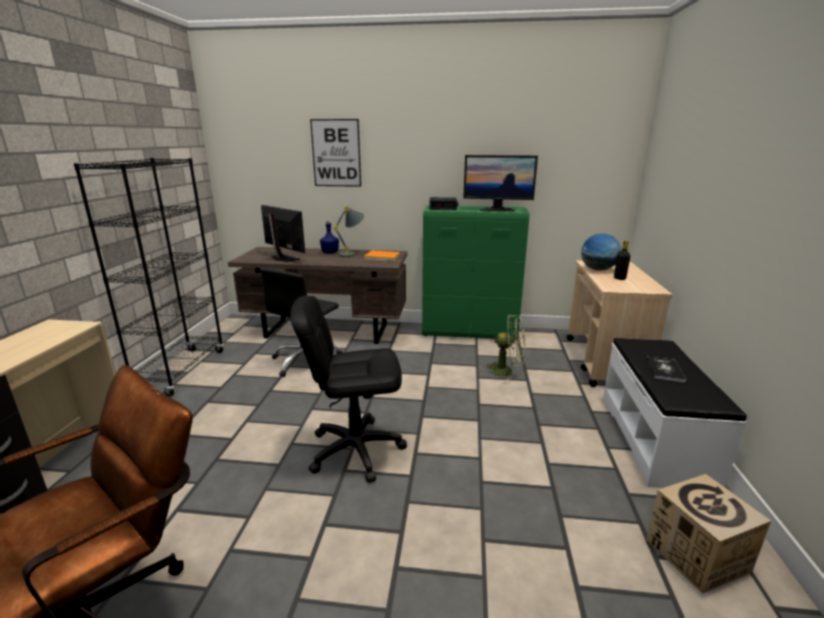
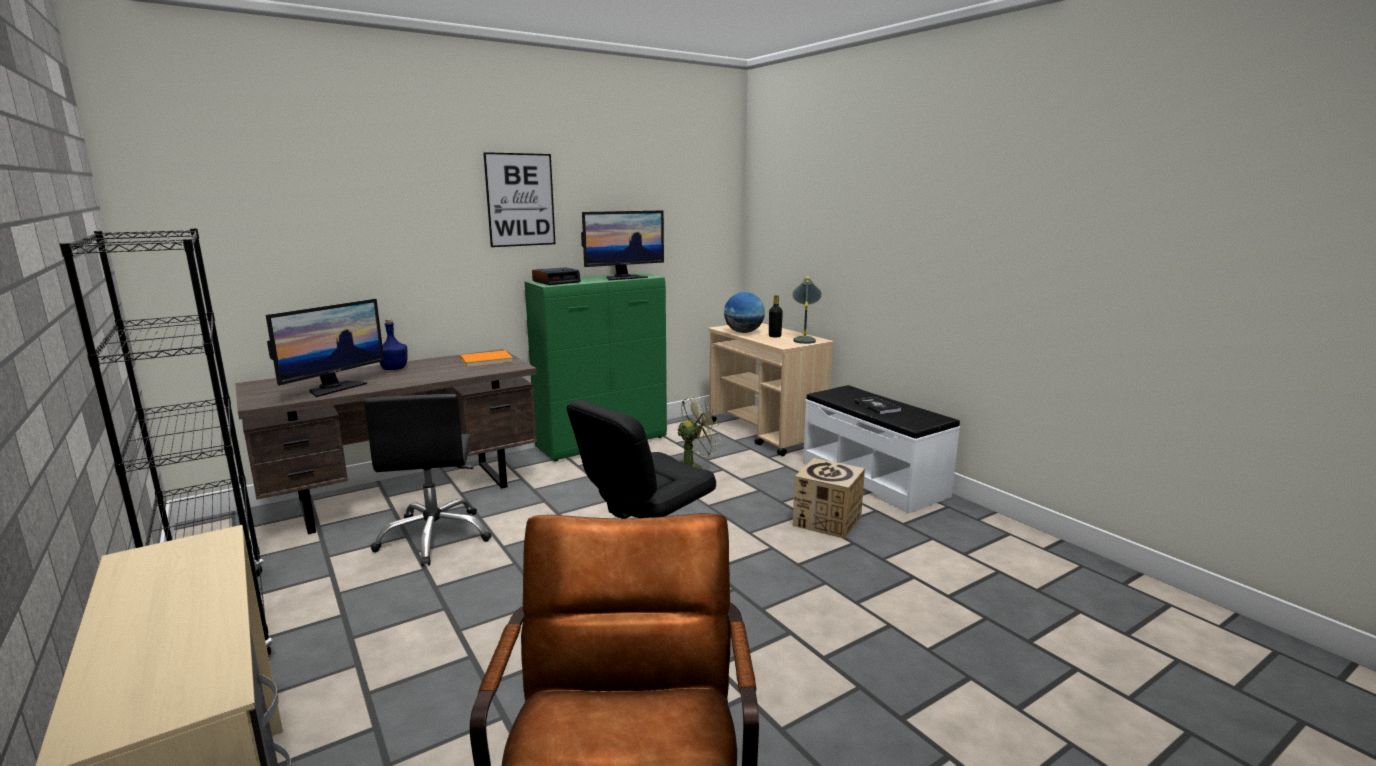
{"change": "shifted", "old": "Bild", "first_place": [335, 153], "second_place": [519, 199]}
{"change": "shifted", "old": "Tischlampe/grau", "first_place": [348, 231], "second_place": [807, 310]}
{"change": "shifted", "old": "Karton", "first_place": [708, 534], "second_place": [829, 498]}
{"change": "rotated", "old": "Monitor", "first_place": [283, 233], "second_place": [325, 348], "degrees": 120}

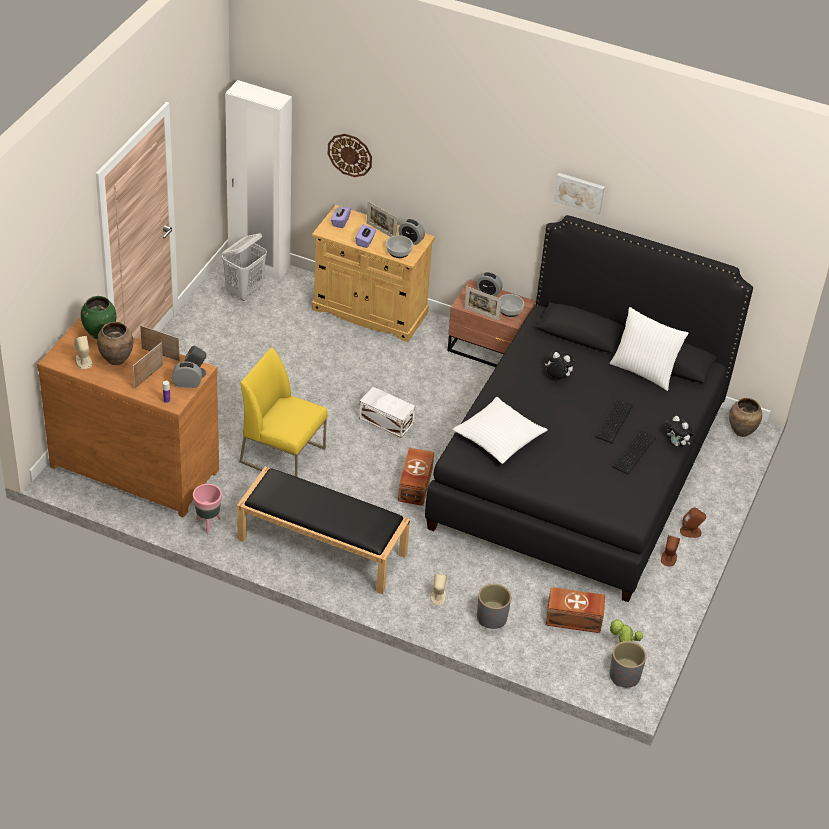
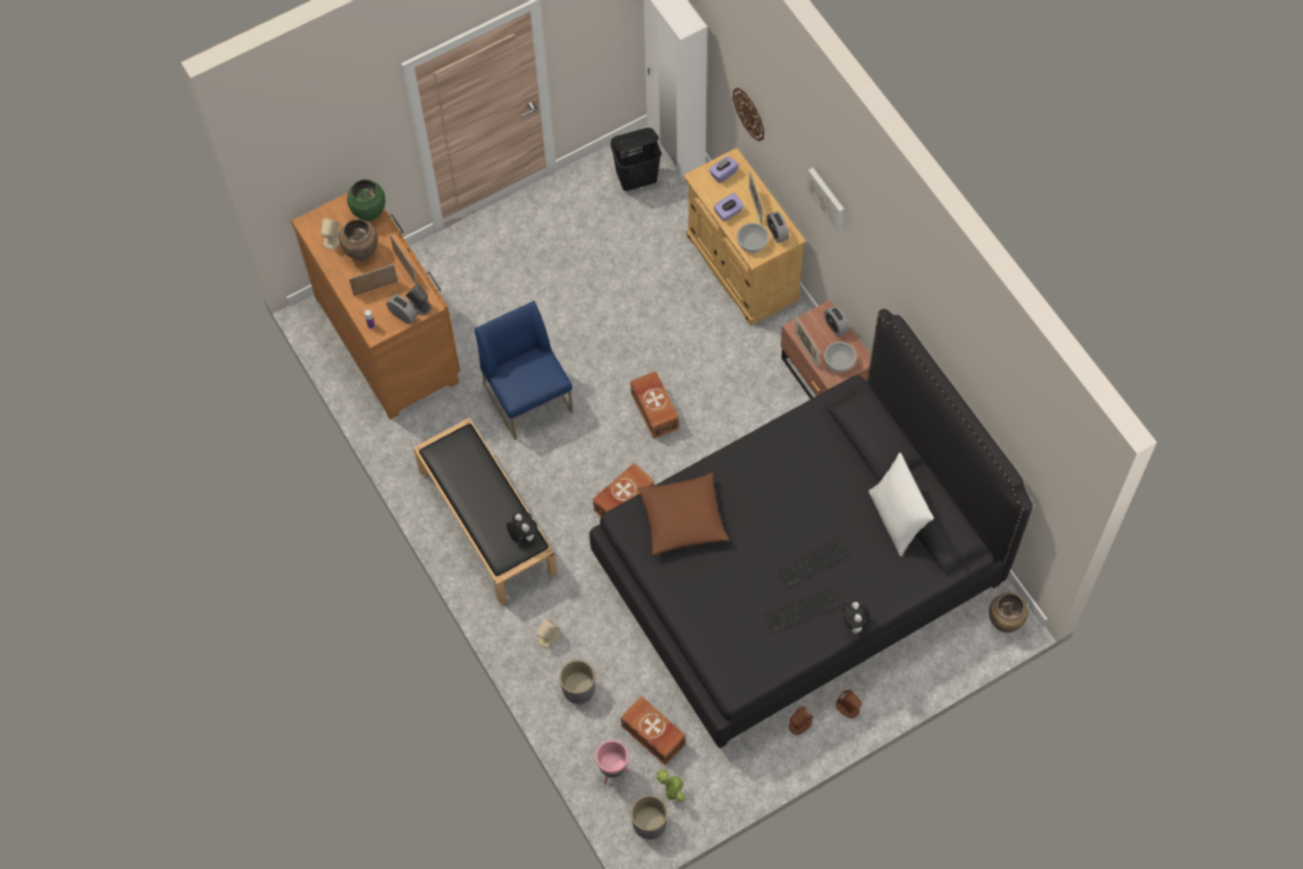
{"change": "shifted", "old": "Pflanzkübel/rosa", "first_place": [207, 509], "second_place": [612, 762]}
{"change": "shifted", "old": "Plüschtier", "first_place": [559, 365], "second_place": [522, 526]}
{"change": "shifted", "old": "Bild", "first_place": [579, 194], "second_place": [825, 199]}
{"change": "repainted", "old": "Wäschekorb/weiß", "new": "Wäschekorb/schwarz", "first_place": [244, 267], "second_place": [635, 159]}
{"change": "repainted", "old": "Stuhl/gelb", "new": "Stuhl/blau", "first_place": [284, 412], "second_place": [524, 370]}
{"change": "repainted", "old": "Aufbewahrungsbox/weiß", "new": "Aufbewahrungsbox/braun", "first_place": [387, 412], "second_place": [654, 405]}
{"change": "repainted", "old": "Kissen/weiß", "new": "Kissen/braun", "first_place": [500, 430], "second_place": [683, 514]}

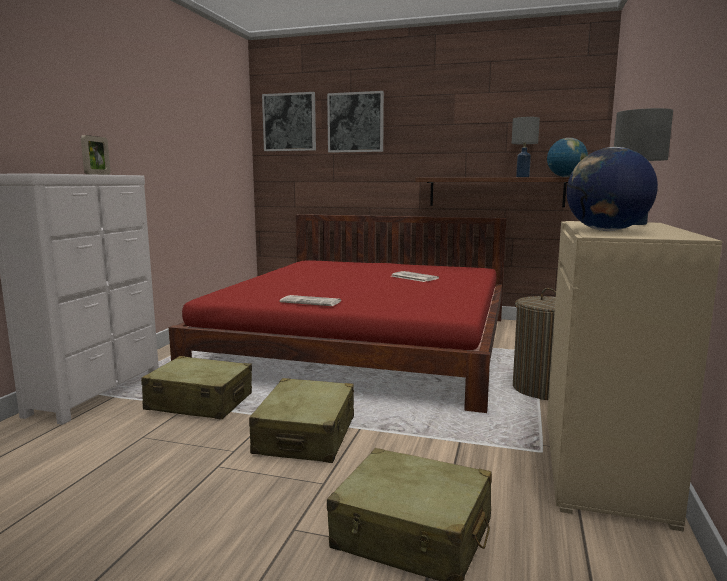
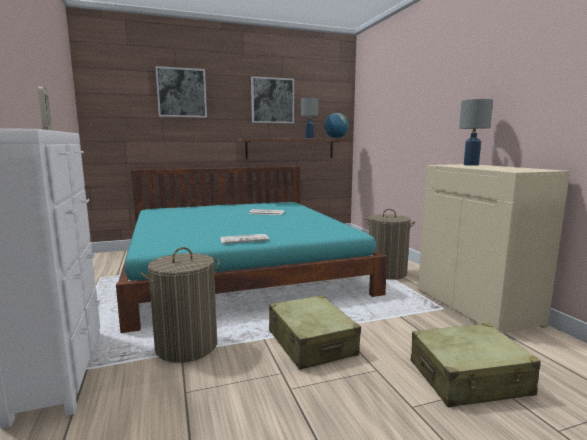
{"change": "gone", "old": "Globus", "first_place": [612, 189]}
{"change": "shifted", "old": "Bild", "first_place": [289, 121], "second_place": [272, 99]}
{"change": "swapped", "old": "Koffer/beige", "new": "Wäschekorb", "first_place": [196, 387], "second_place": [180, 305]}
{"change": "repainted", "old": "Bett/rot", "new": "Bett/türkis", "first_place": [338, 313], "second_place": [251, 249]}

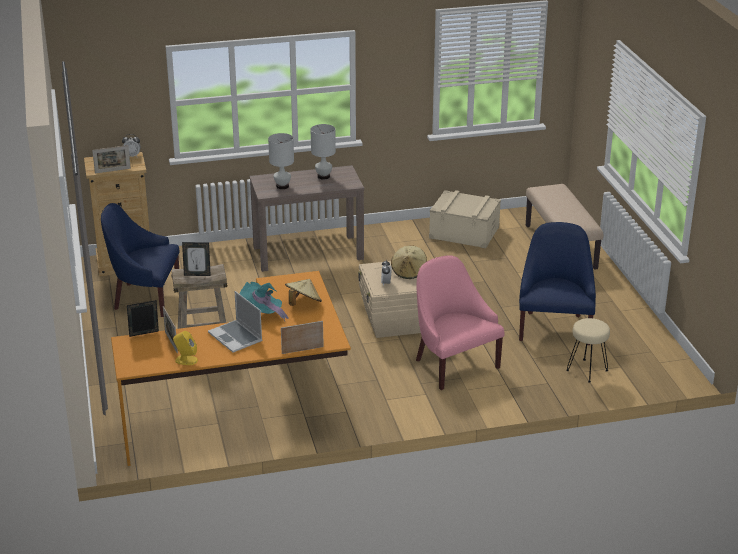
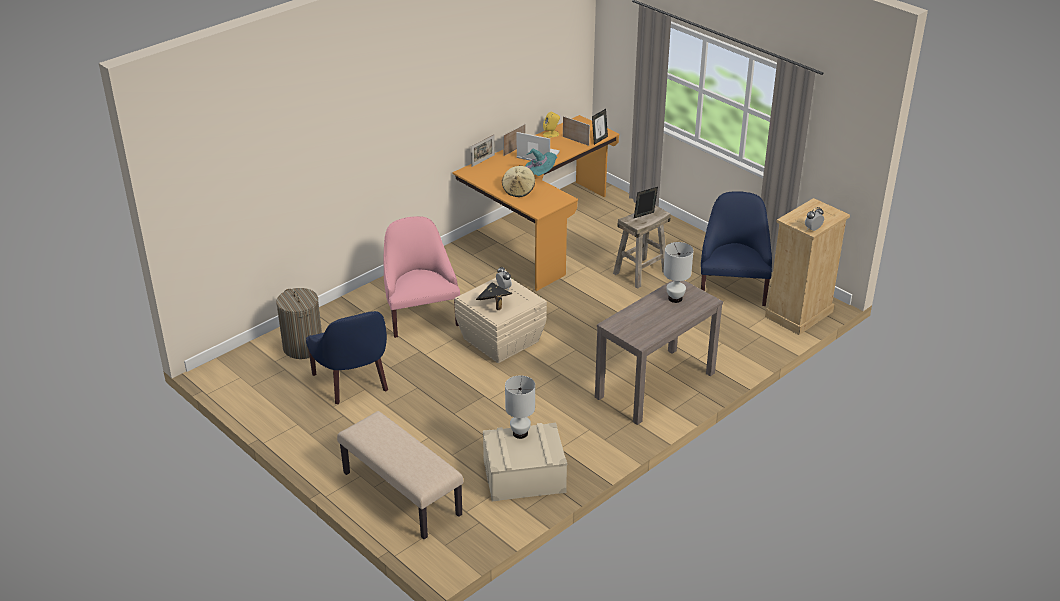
{"change": "shifted", "old": "Bilderrahmen", "first_place": [111, 159], "second_place": [514, 140]}
{"change": "shifted", "old": "Tischlampe/weiß", "first_place": [323, 152], "second_place": [520, 407]}
{"change": "swapped", "old": "Hocker/beige", "new": "Wäschekorb", "first_place": [588, 350], "second_place": [299, 323]}
{"change": "repainted", "old": "Hut/beige", "new": "Hut/schwarz", "first_place": [409, 262], "second_place": [494, 296]}
{"change": "rotated", "old": "Sessel/blau", "first_place": [140, 260], "second_place": [736, 248], "degrees": -60}
{"change": "rotated", "old": "Sessel/rosa", "first_place": [460, 322], "second_place": [422, 277], "degrees": -135}

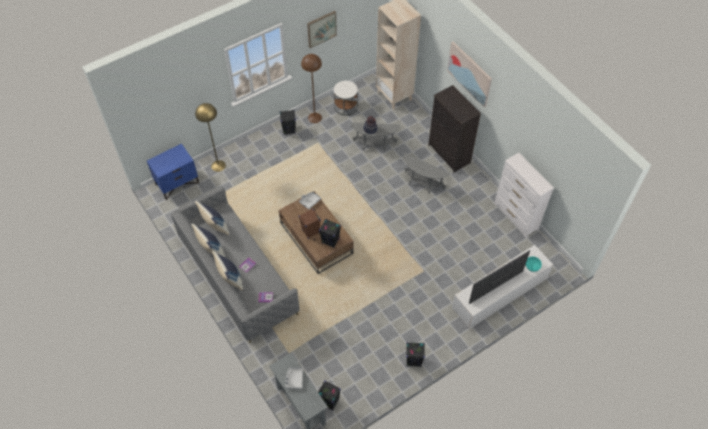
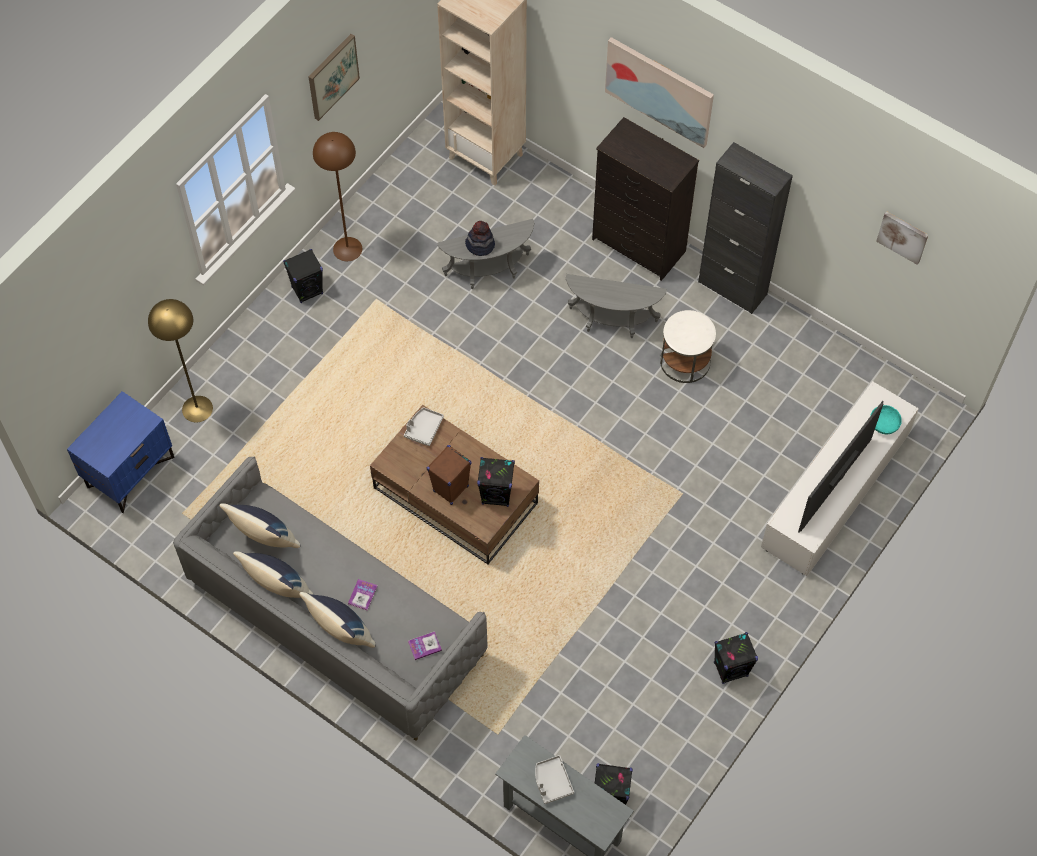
{"change": "gone", "old": "Kommode/weiß", "first_place": [524, 195]}
{"change": "new", "new": "Schrank/schwarz", "second_place": [745, 228]}
{"change": "new", "new": "Bild", "second_place": [902, 238]}
{"change": "shifted", "old": "Beistelltisch/weiß", "first_place": [346, 98], "second_place": [688, 346]}

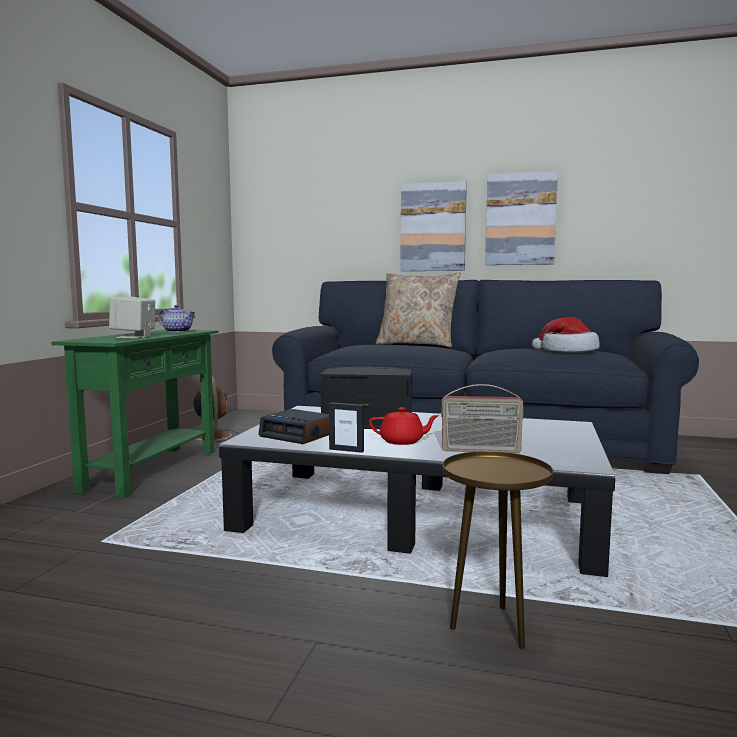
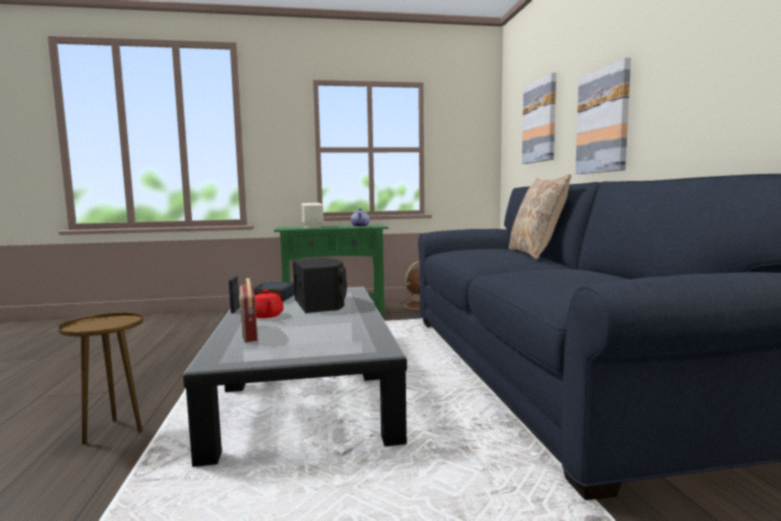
{"change": "gone", "old": "Hut", "first_place": [566, 334]}
{"change": "shifted", "old": "Bild", "first_place": [521, 218], "second_place": [539, 118]}

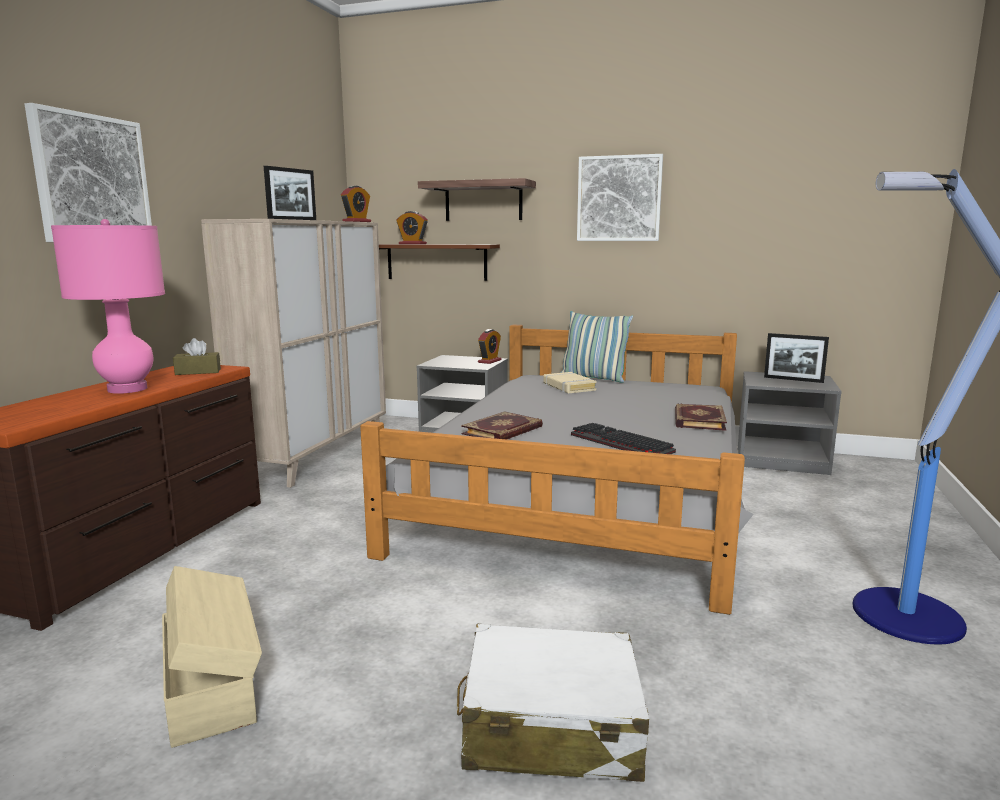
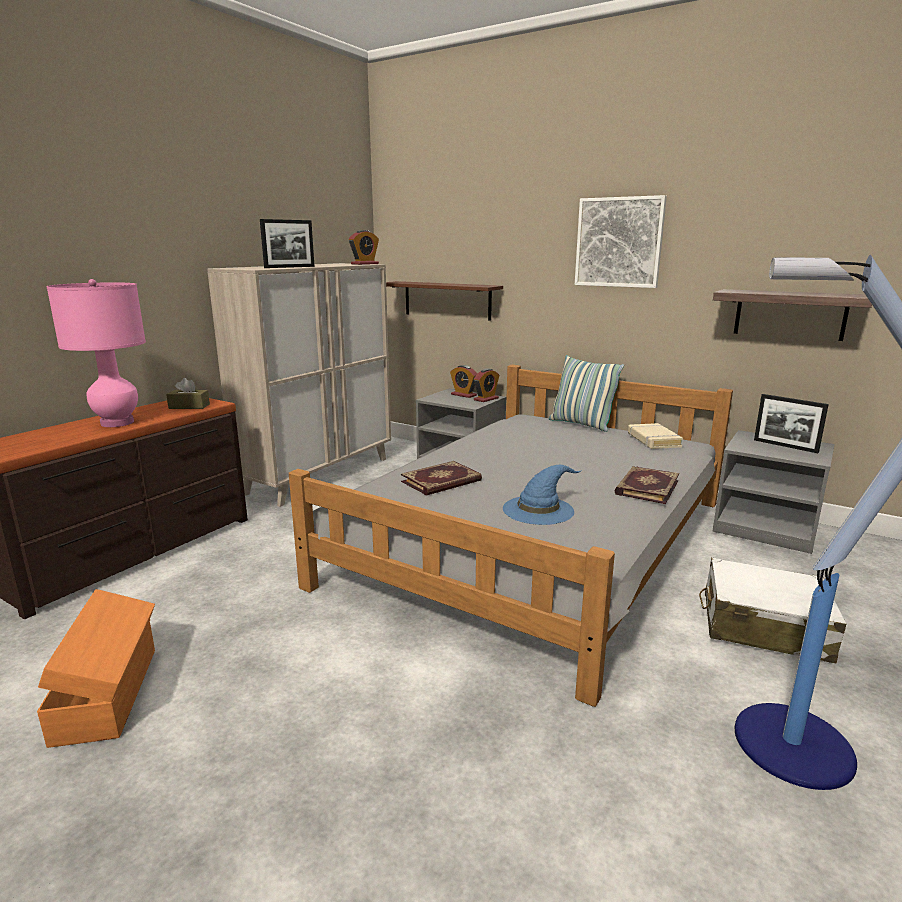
{"change": "gone", "old": "Bild", "first_place": [88, 172]}
{"change": "shifted", "old": "Wecker", "first_place": [412, 227], "second_place": [463, 381]}
{"change": "shifted", "old": "Wandregal", "first_place": [477, 199], "second_place": [792, 315]}
{"change": "shifted", "old": "Koffer/weiß", "first_place": [553, 702], "second_place": [773, 610]}
{"change": "shifted", "old": "Buch/beige", "first_place": [570, 382], "second_place": [655, 436]}
{"change": "swapped", "old": "Tastatur", "new": "Hut/blau", "first_place": [623, 438], "second_place": [542, 495]}
{"change": "repainted", "old": "Aufbewahrungsbox/beige", "new": "Aufbewahrungsbox/orange", "first_place": [212, 657], "second_place": [96, 668]}

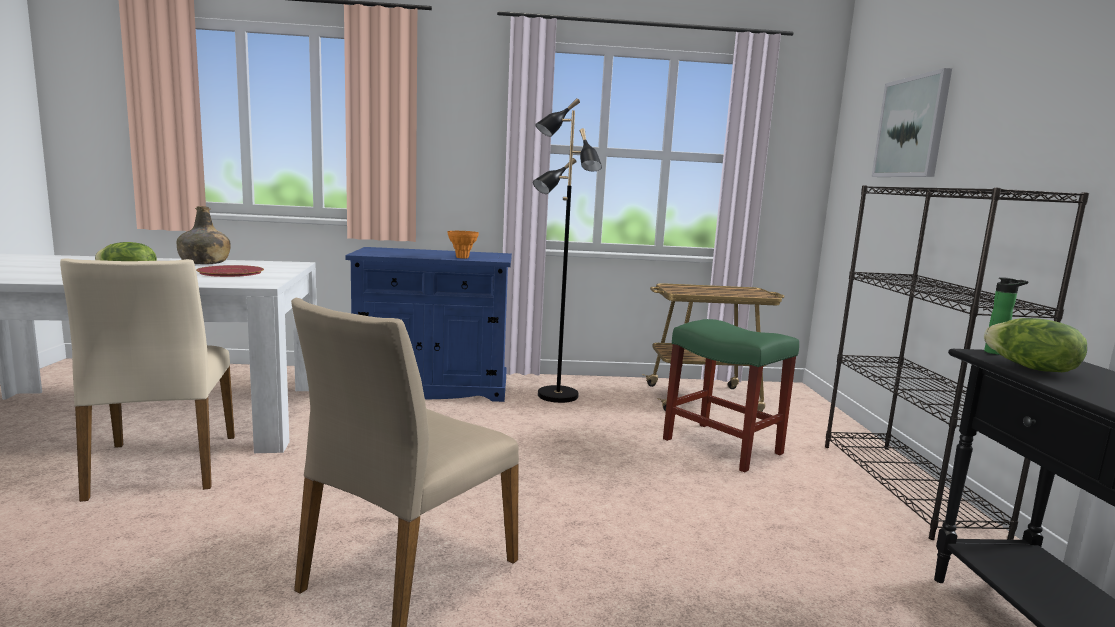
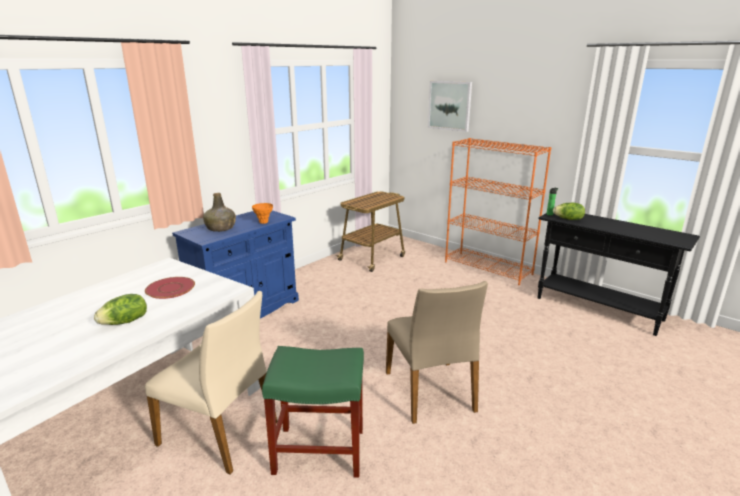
{"change": "gone", "old": "Stehlampe/schwarz", "first_place": [567, 250]}
{"change": "shifted", "old": "Flasche/grün", "first_place": [204, 235], "second_place": [219, 212]}
{"change": "shifted", "old": "Hocker/grün", "first_place": [731, 396], "second_place": [313, 412]}
{"change": "repainted", "old": "Bücherregal/schwarz", "new": "Bücherregal/orange", "first_place": [957, 362], "second_place": [498, 211]}

